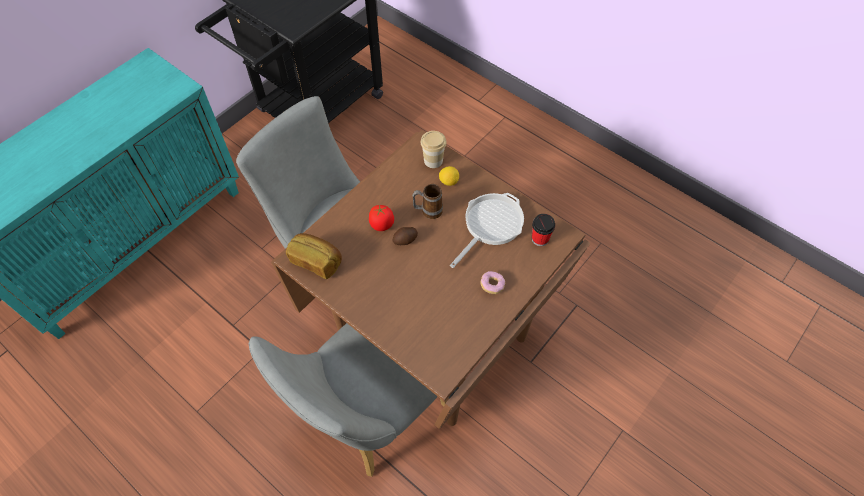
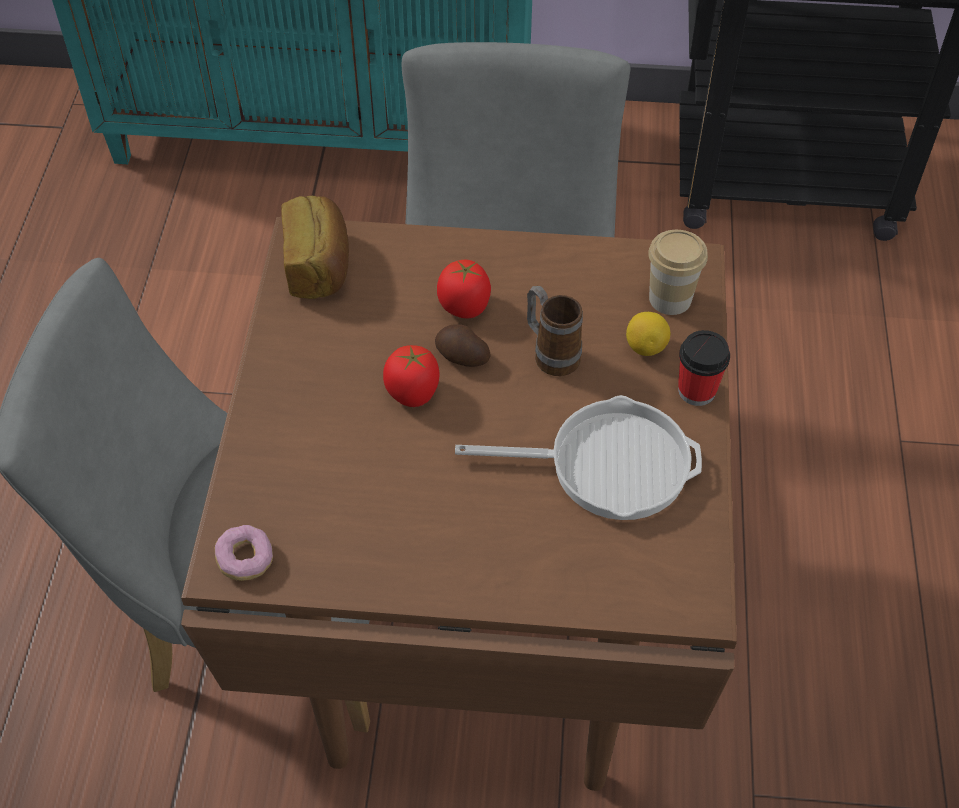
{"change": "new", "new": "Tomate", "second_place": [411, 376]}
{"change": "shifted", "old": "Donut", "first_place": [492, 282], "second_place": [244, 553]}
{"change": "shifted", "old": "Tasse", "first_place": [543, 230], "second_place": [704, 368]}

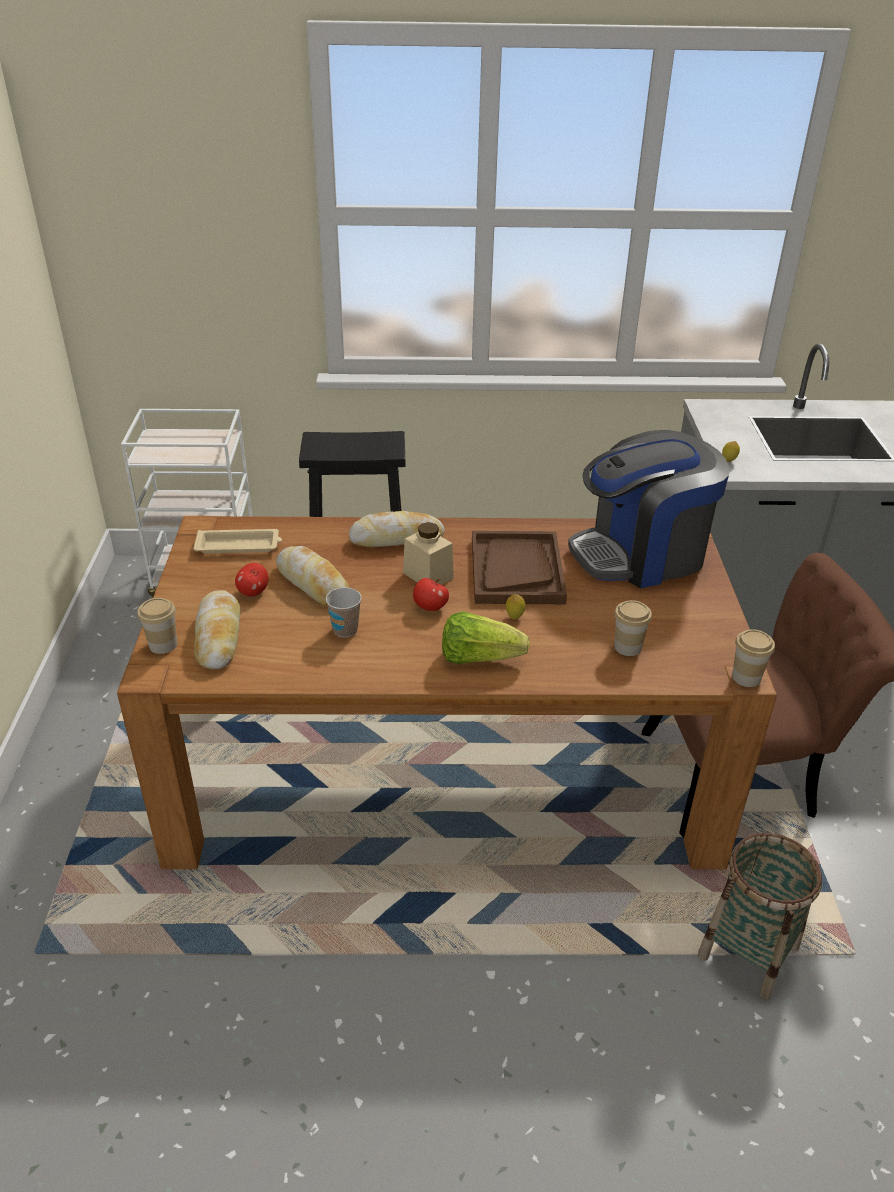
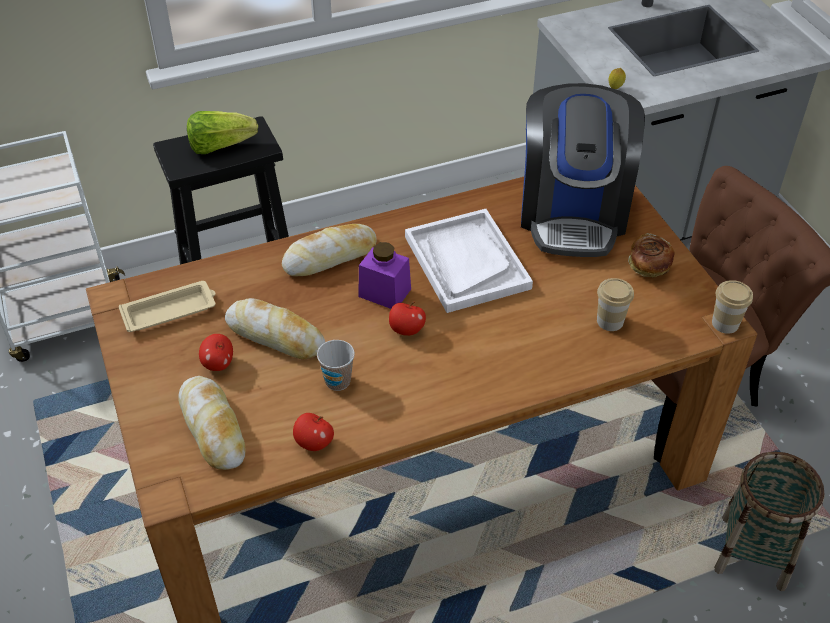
{"change": "gone", "old": "Tasse", "first_place": [157, 626]}
{"change": "gone", "old": "Zitrone", "first_place": [515, 606]}
{"change": "new", "new": "Apfel", "second_place": [313, 432]}
{"change": "new", "new": "Brot", "second_place": [651, 255]}
{"change": "shifted", "old": "Salatkopf", "first_place": [486, 638], "second_place": [222, 132]}
{"change": "repainted", "old": "Vorratsglas/beige", "new": "Vorratsglas/lila", "first_place": [428, 553], "second_place": [384, 275]}
{"change": "repainted", "old": "Tablett/braun", "new": "Tablett/weiß", "first_place": [519, 567], "second_place": [469, 261]}
{"change": "rotated", "old": "Kaffeemaschine", "first_place": [648, 509], "second_place": [583, 170], "degrees": -45}

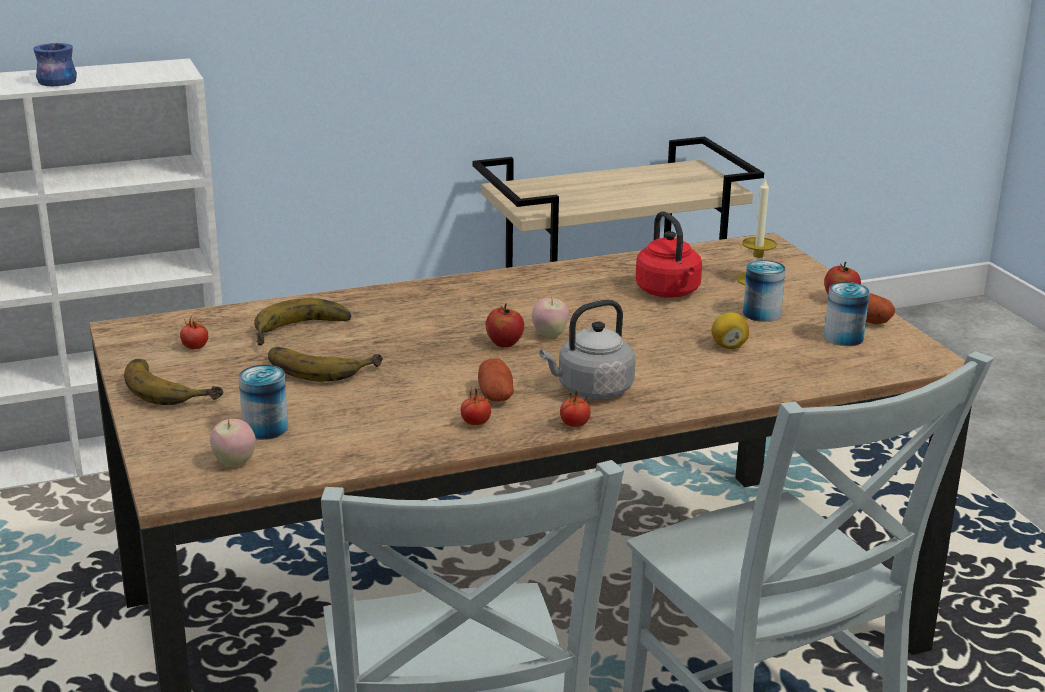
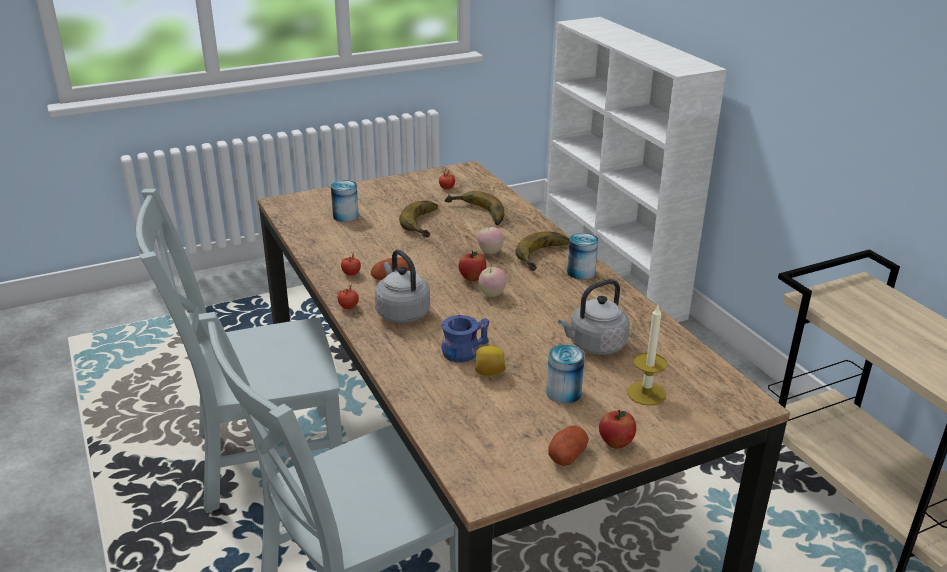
{"change": "shifted", "old": "Henkelbecher/blau", "first_place": [55, 64], "second_place": [465, 339]}
{"change": "shifted", "old": "Banane", "first_place": [174, 382], "second_place": [542, 251]}
{"change": "shifted", "old": "Apfel", "first_place": [233, 442], "second_place": [490, 239]}
{"change": "shifted", "old": "Dose", "first_place": [847, 314], "second_place": [582, 256]}
{"change": "repainted", "old": "Wasserkessel/rot", "new": "Wasserkessel/grau", "first_place": [669, 254], "second_place": [594, 317]}

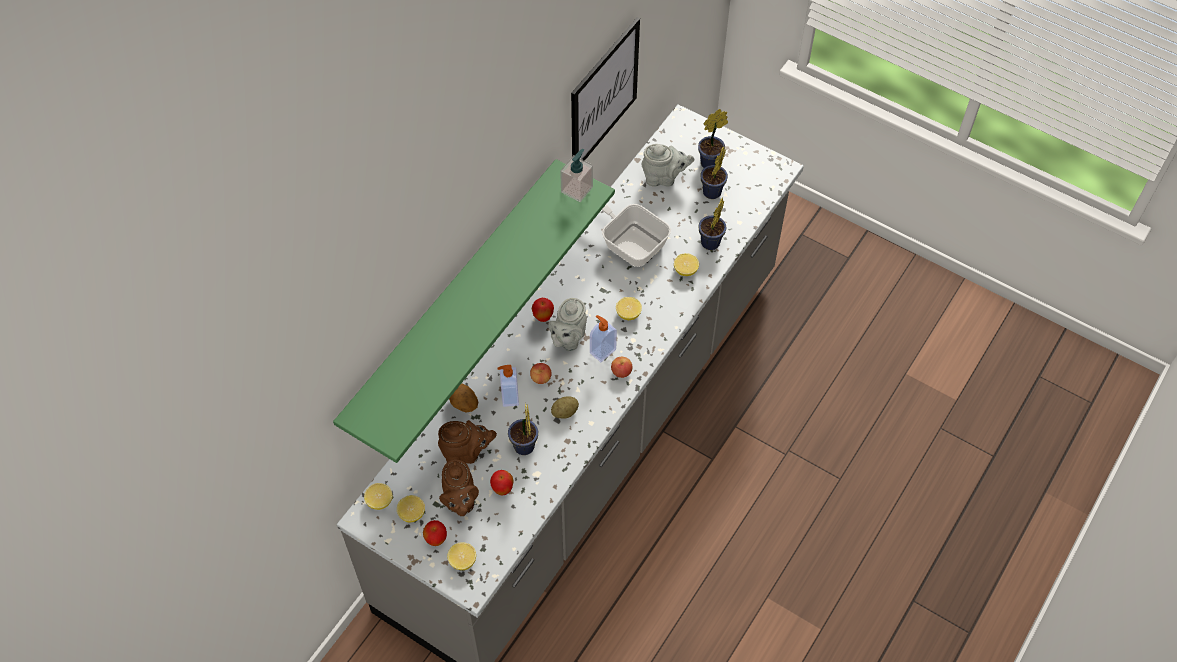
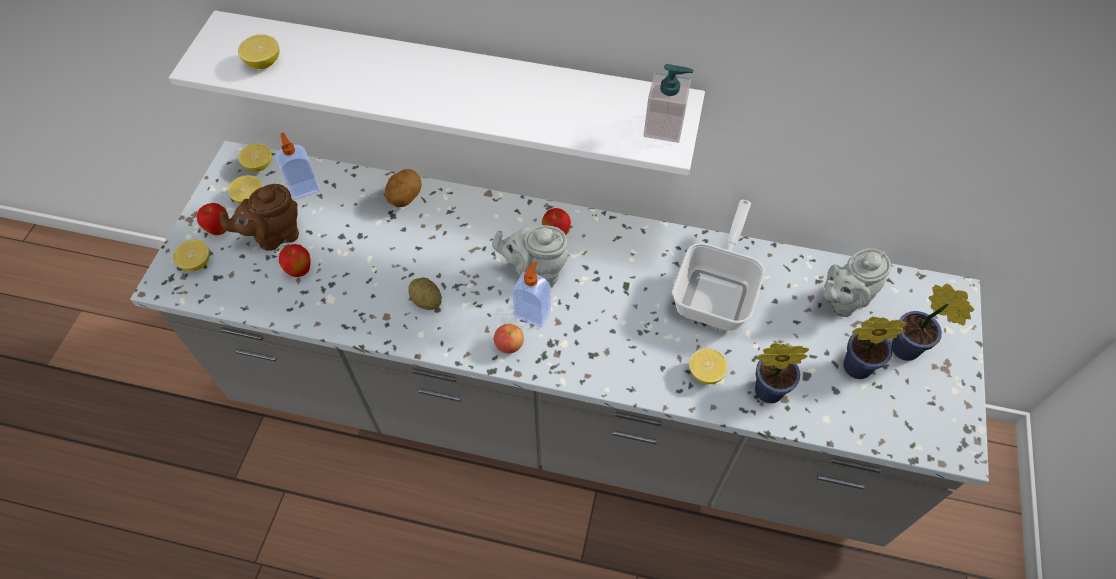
{"change": "gone", "old": "Teekanne/braun", "first_place": [467, 442]}
{"change": "gone", "old": "Topfpflanze", "first_place": [523, 429]}
{"change": "gone", "old": "Apfel", "first_place": [541, 373]}
{"change": "gone", "old": "Bild", "first_place": [605, 89]}
{"change": "shifted", "old": "Seifenspender", "first_place": [508, 386], "second_place": [298, 166]}
{"change": "shifted", "old": "Zitrone", "first_place": [629, 308], "second_place": [259, 51]}
{"change": "repainted", "old": "Wandregal/grün", "new": "Wandregal/weiß", "first_place": [474, 311], "second_place": [437, 93]}
{"change": "rotated", "old": "Teekanne/grau", "first_place": [668, 165], "second_place": [857, 282], "degrees": 75}

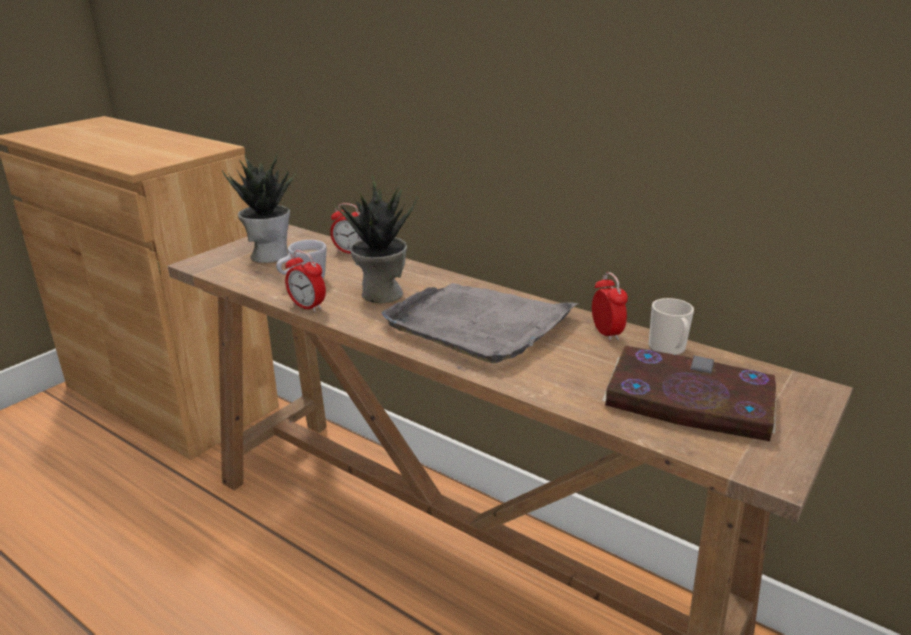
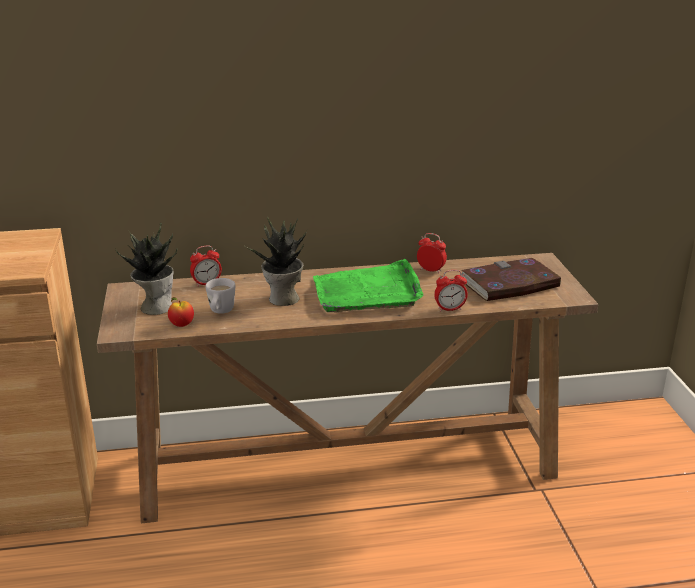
{"change": "gone", "old": "Henkelbecher", "first_place": [671, 326]}
{"change": "new", "new": "Apfel", "second_place": [181, 312]}
{"change": "shifted", "old": "Wecker", "first_place": [305, 281], "second_place": [451, 291]}
{"change": "repainted", "old": "Tablett/grau", "new": "Tablett/grün", "first_place": [480, 323], "second_place": [368, 286]}

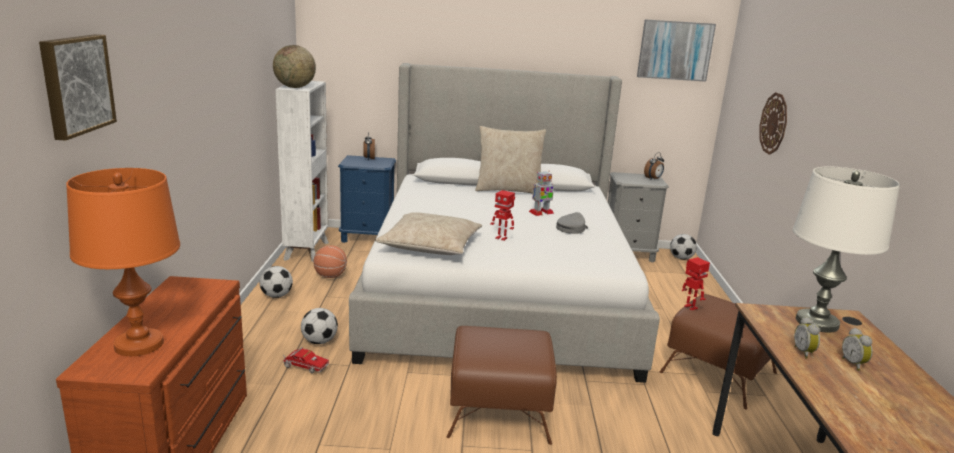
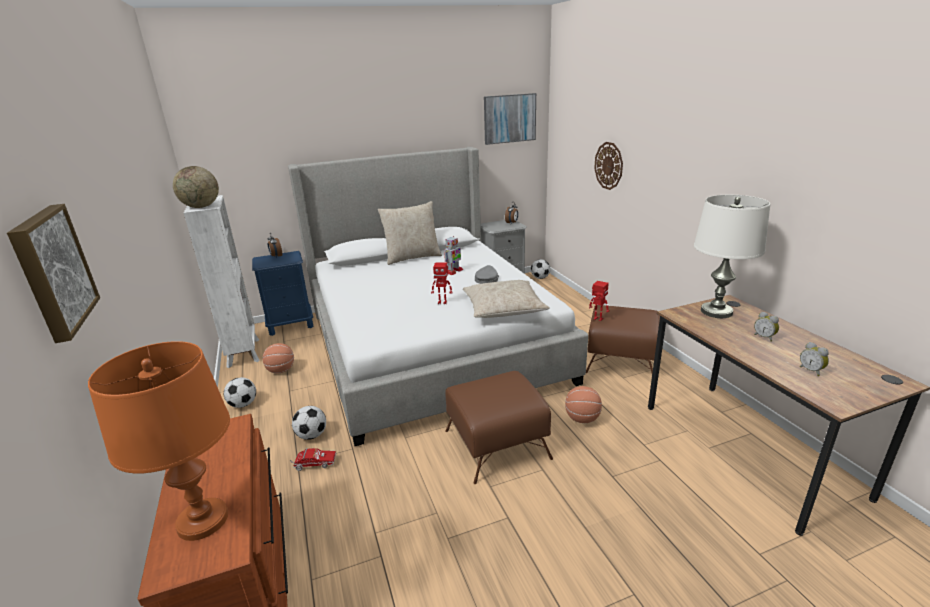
{"change": "new", "new": "Basketball", "second_place": [583, 404]}
{"change": "shifted", "old": "Kissen/beige", "first_place": [428, 233], "second_place": [506, 299]}
{"change": "shifted", "old": "Wecker", "first_place": [807, 337], "second_place": [814, 359]}

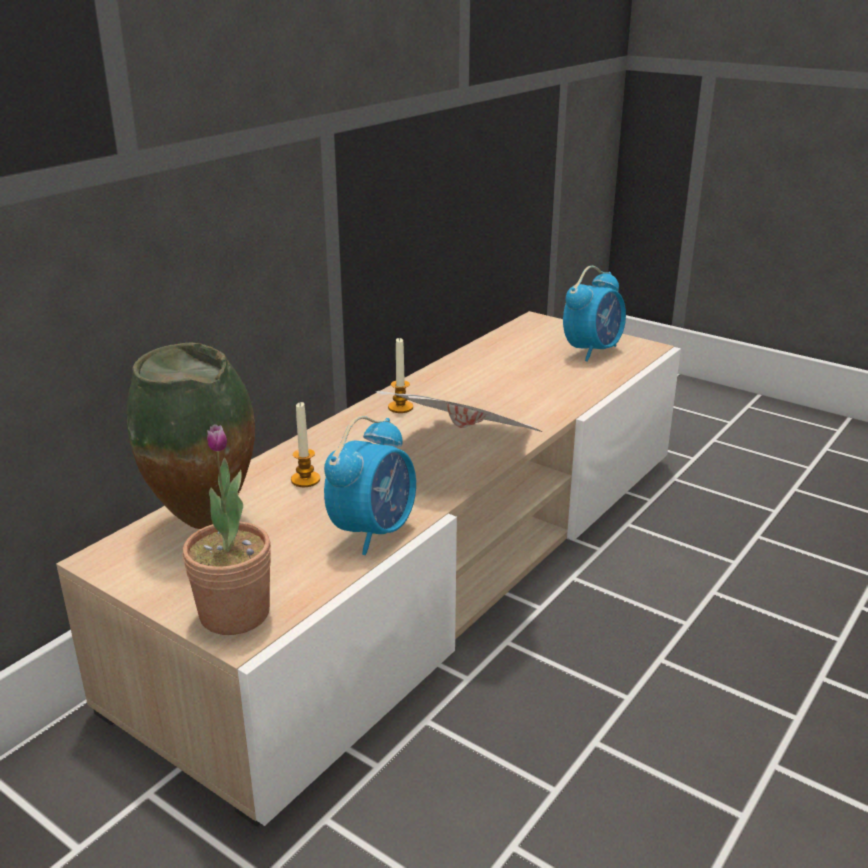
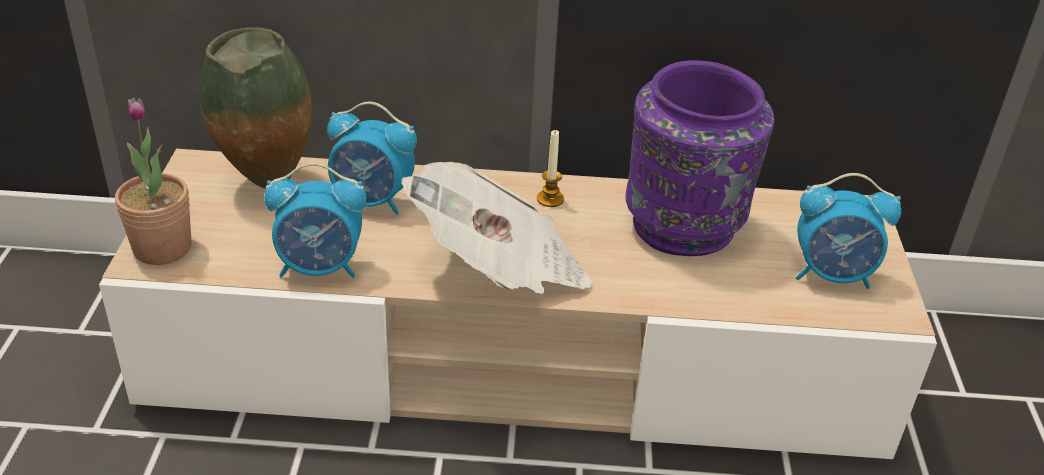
{"change": "new", "new": "Vase/lila", "second_place": [700, 158]}
{"change": "swapped", "old": "Kerze", "new": "Wecker", "first_place": [305, 444], "second_place": [372, 158]}

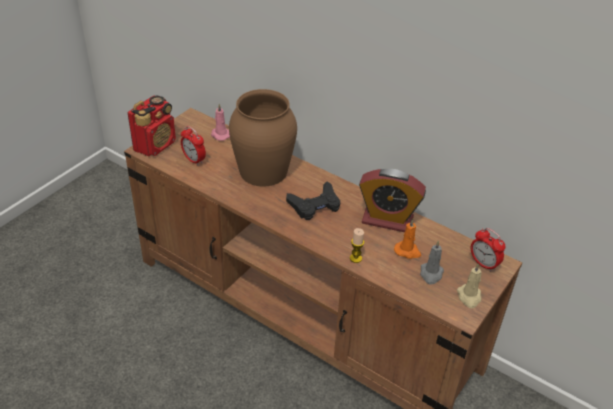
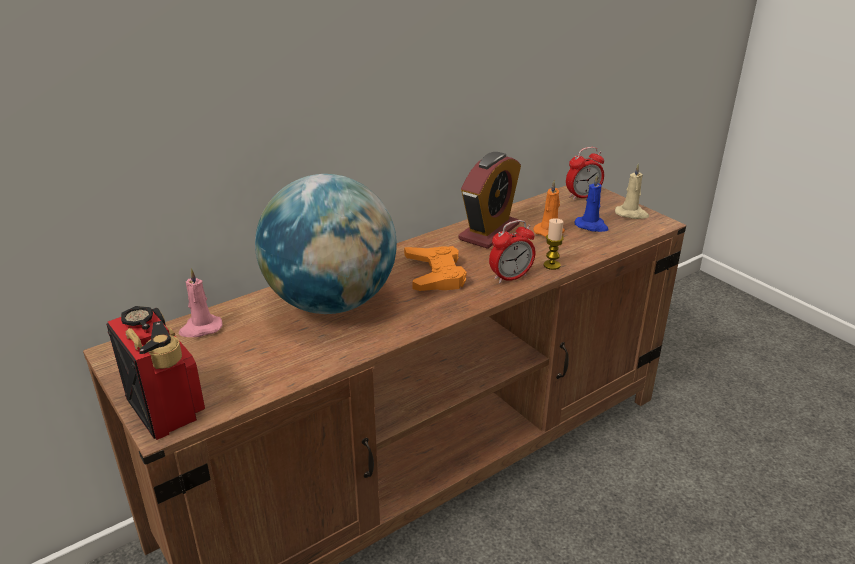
{"change": "shifted", "old": "Wecker", "first_place": [193, 146], "second_place": [512, 251]}
{"change": "swapped", "old": "Vase/braun", "new": "Globus", "first_place": [263, 138], "second_place": [326, 244]}
{"change": "repainted", "old": "Gamepad/schwarz", "new": "Gamepad/orange", "first_place": [313, 200], "second_place": [435, 268]}
{"change": "repainted", "old": "Kerze/grau", "new": "Kerze/blau", "first_place": [432, 262], "second_place": [591, 203]}

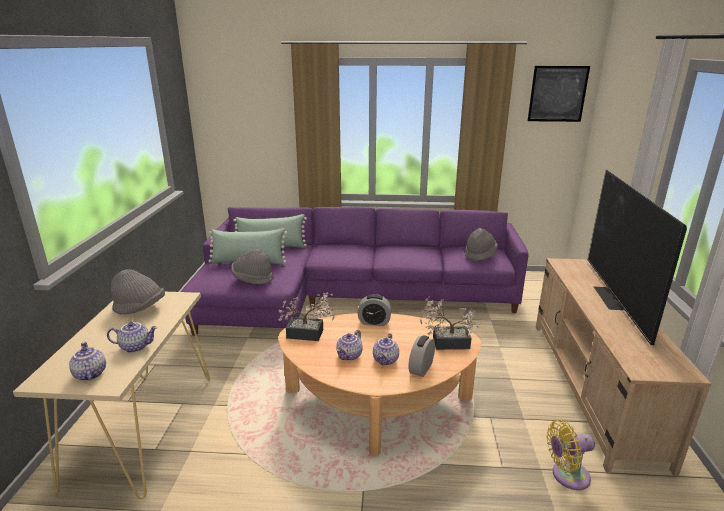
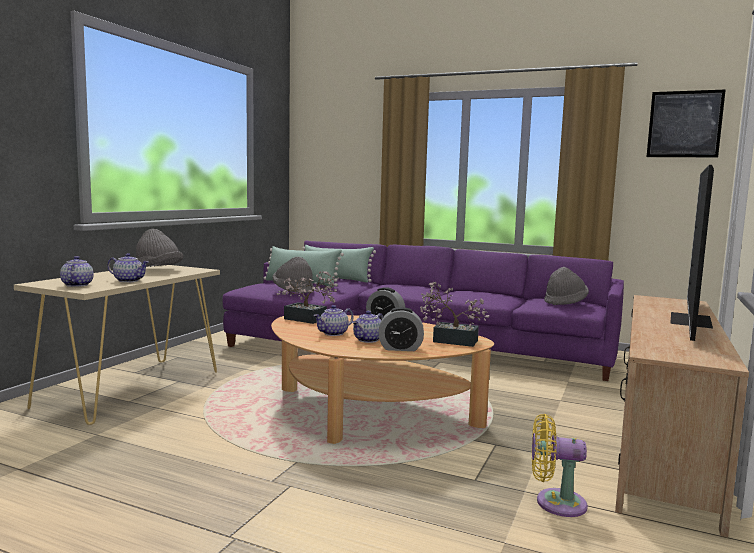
{"change": "rotated", "old": "Wecker", "first_place": [421, 356], "second_place": [401, 329], "degrees": -135}

